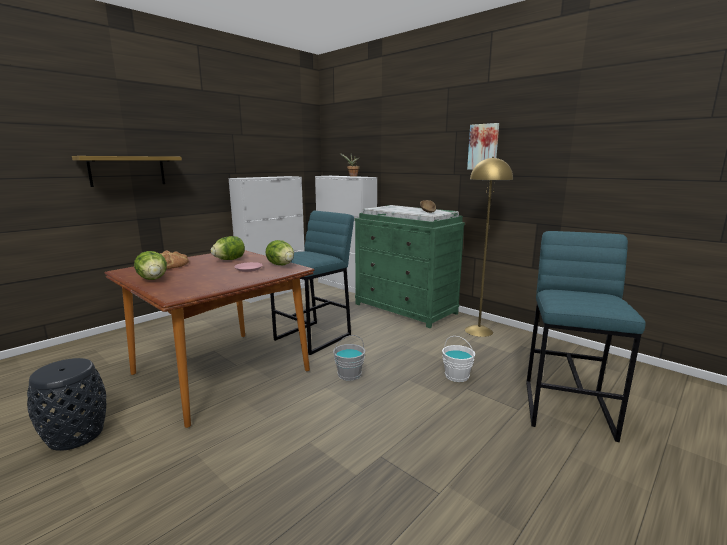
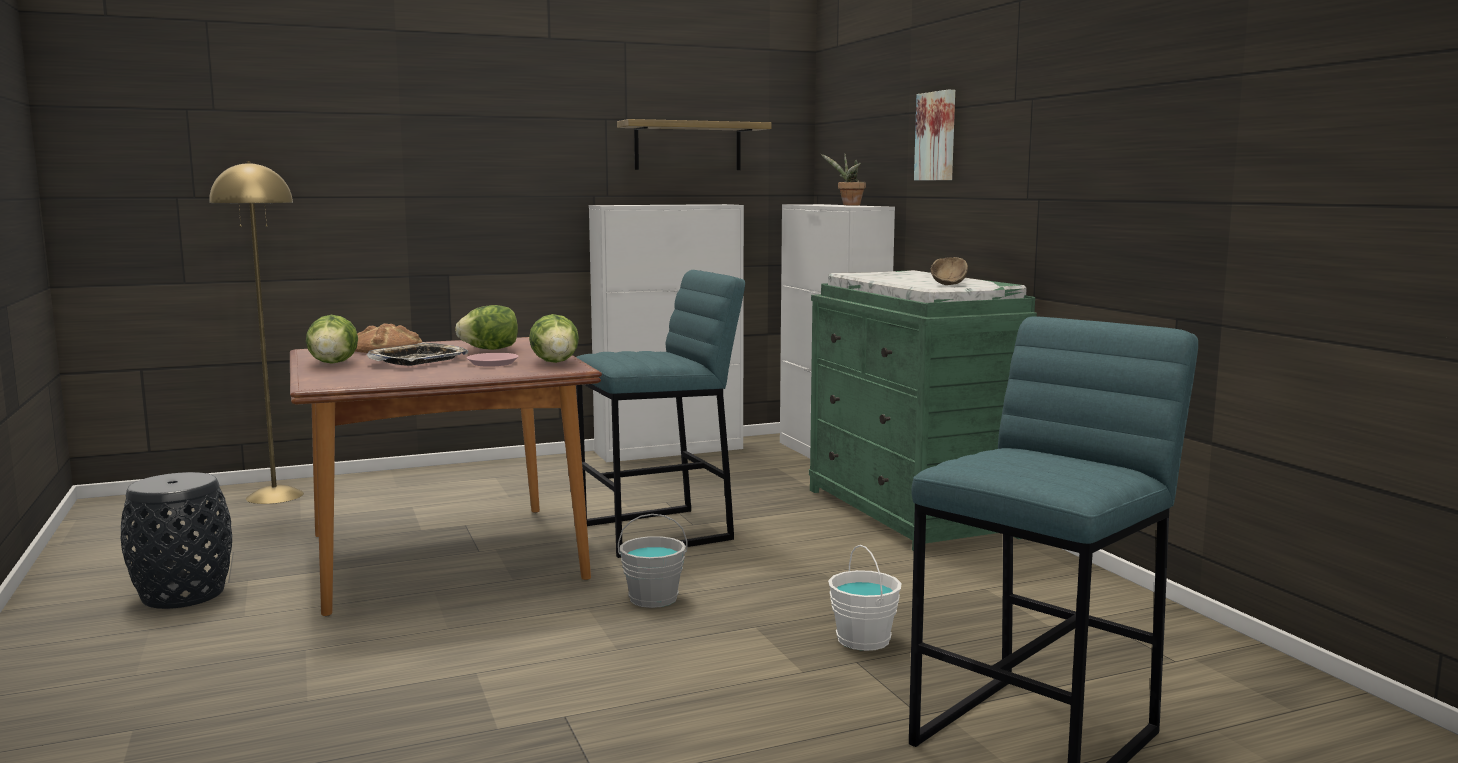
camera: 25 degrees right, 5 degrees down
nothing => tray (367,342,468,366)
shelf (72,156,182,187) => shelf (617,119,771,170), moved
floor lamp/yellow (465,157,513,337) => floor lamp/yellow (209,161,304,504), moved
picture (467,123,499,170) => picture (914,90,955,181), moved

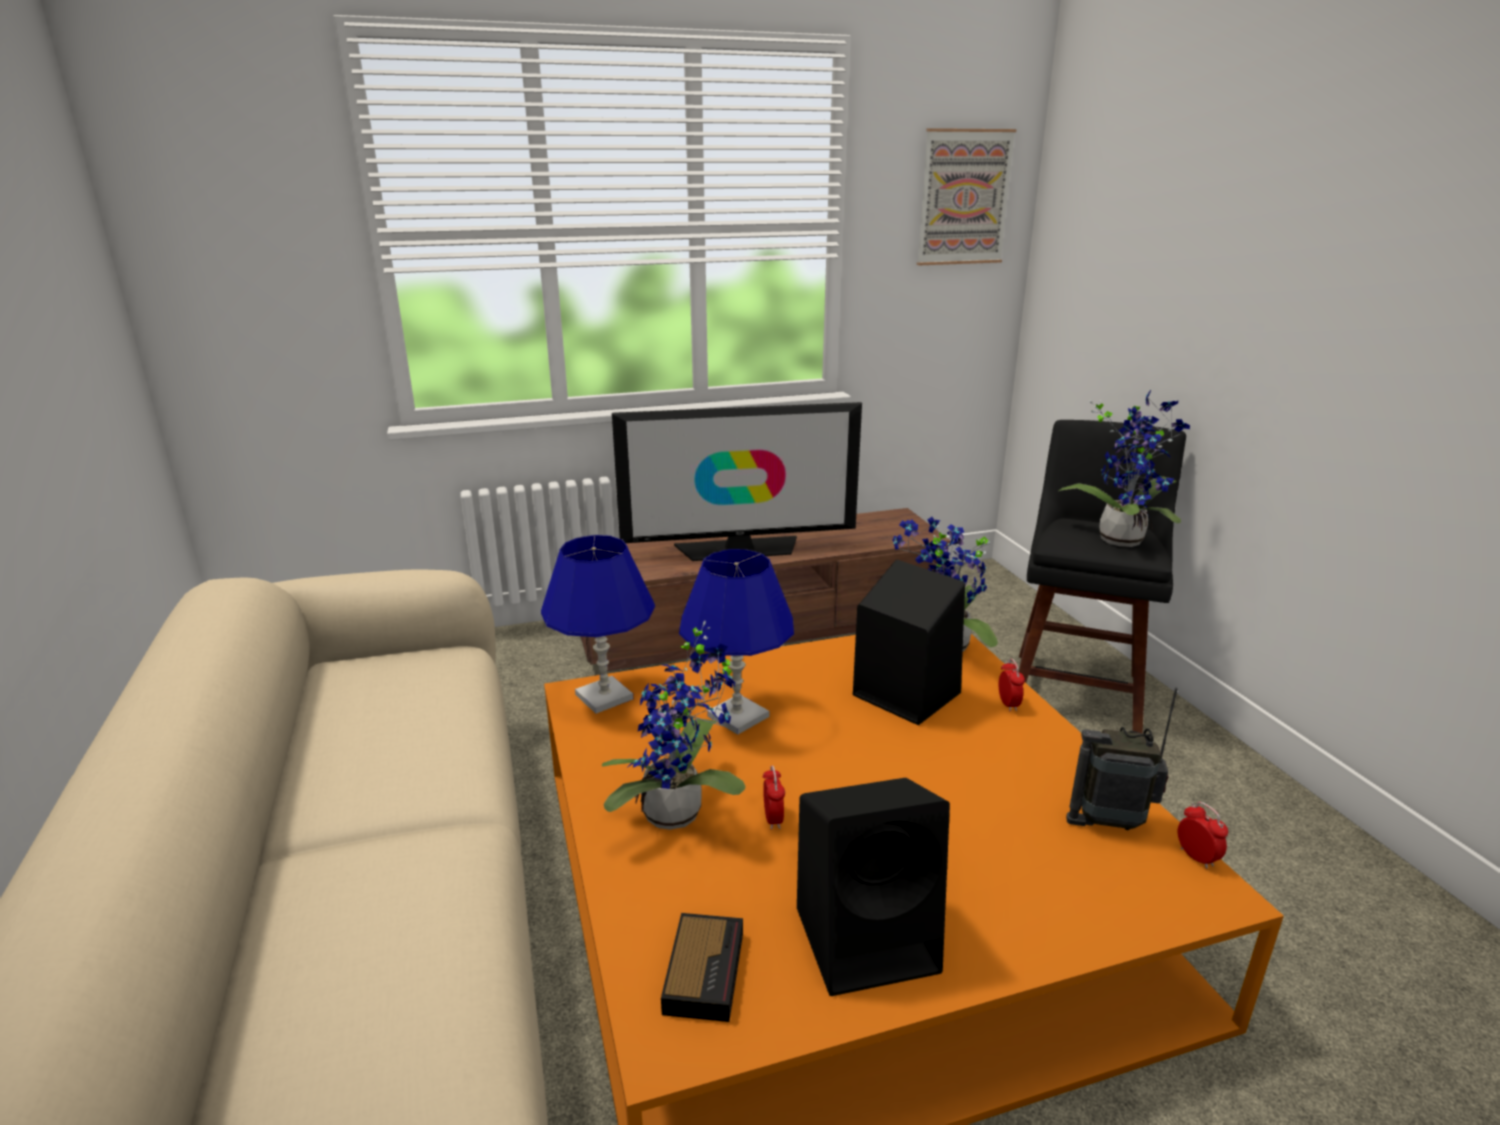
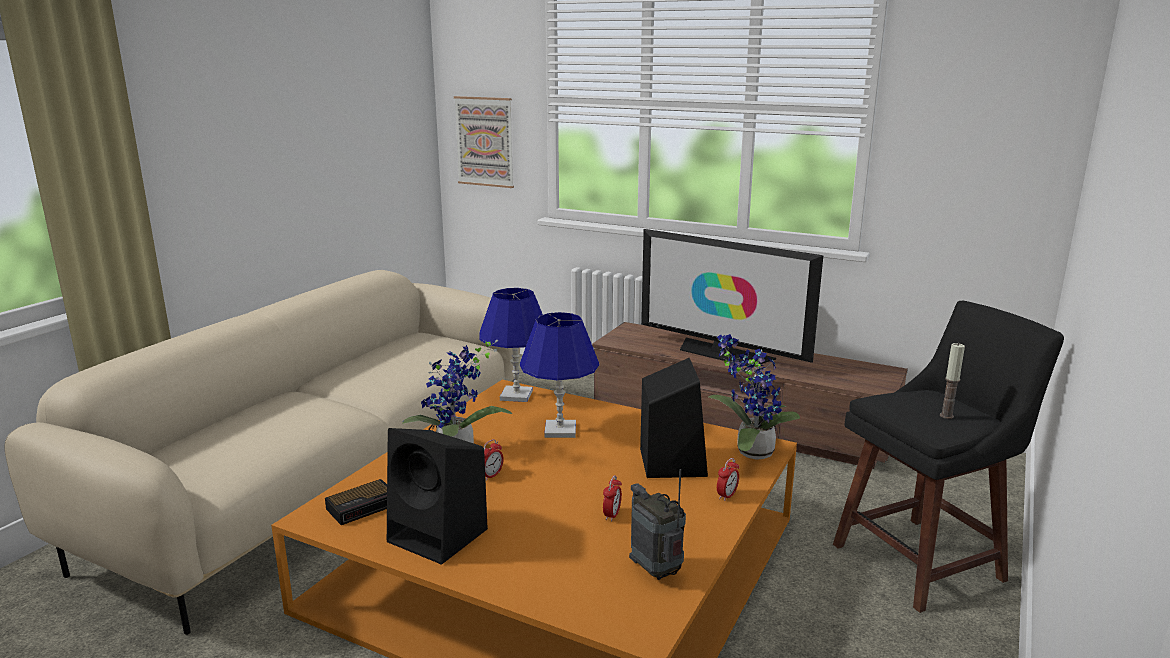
camera: 45 degrees right, 5 degrees down
picture (917,128,1016,265) => picture (454,96,514,188), moved
alarm clock (1178,802,1228,869) => alarm clock (603,475,622,521), moved
potted plant (1058,390,1190,547) => candle (940,343,965,419)

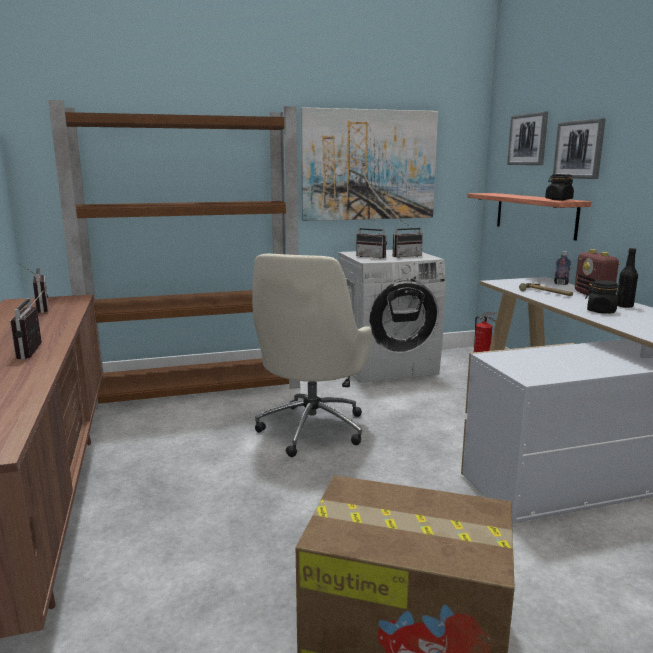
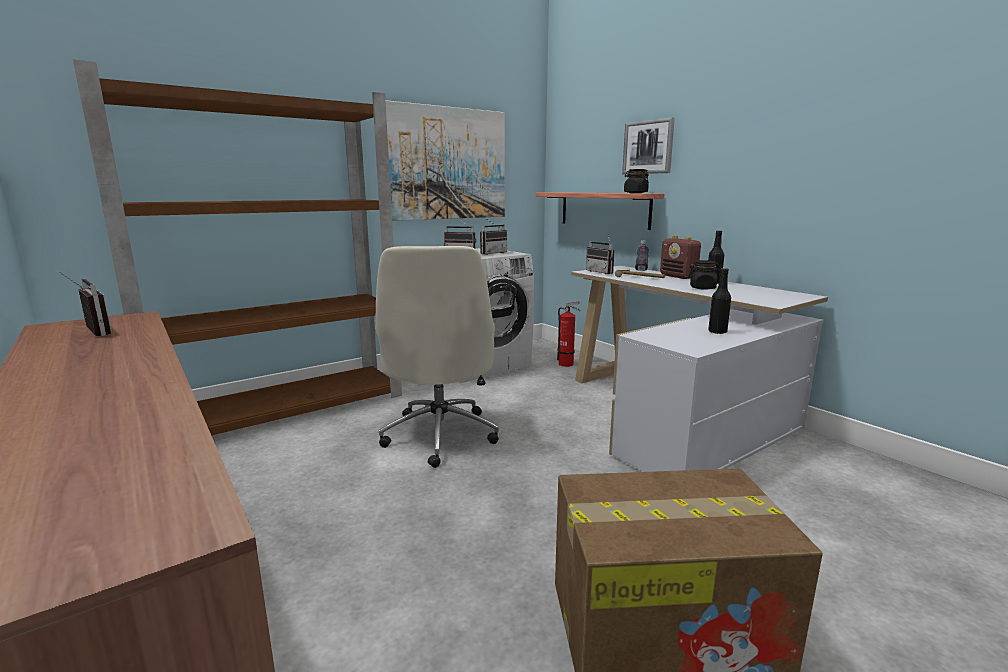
camera: 20 degrees left, 0 degrees up
picture (507,111,548,165) => nothing
nothing => bottle/black (708,268,731,334)
radio (10,288,46,360) => radio (586,235,615,274), moved

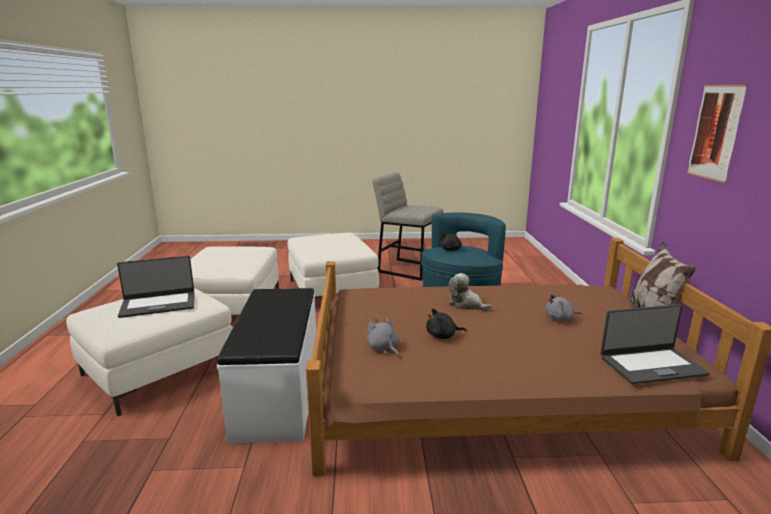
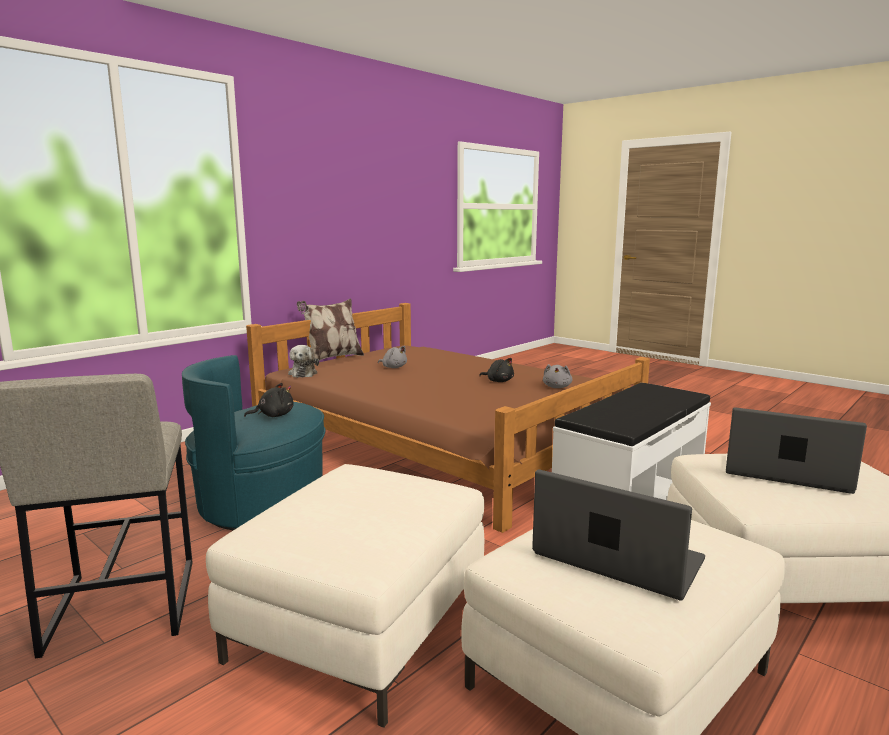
camera: 135 degrees left, 5 degrees down
picture (687,85,748,183) => nothing
plush toy (448,273,492,311) => plush toy (288,345,319,378), moved
laptop (600,304,710,384) => laptop (532,469,705,601), moved

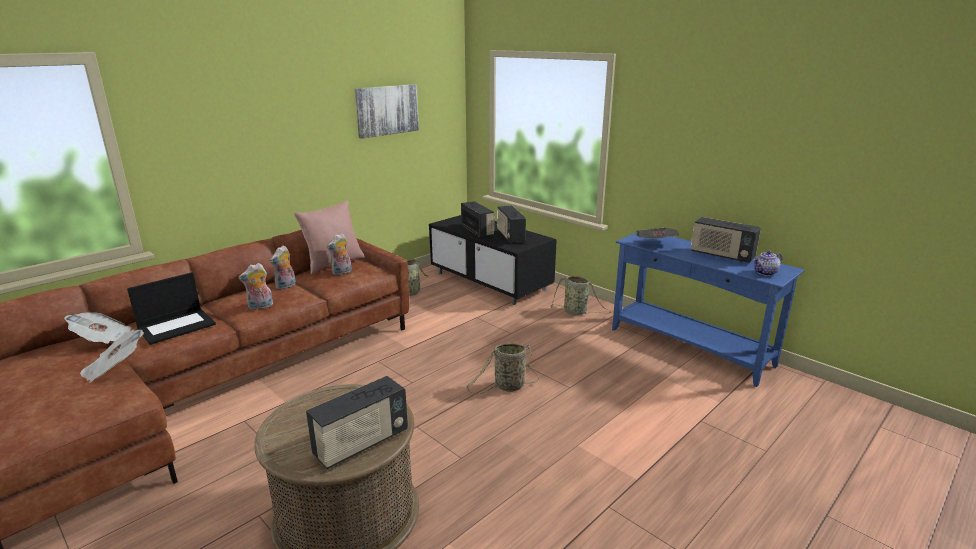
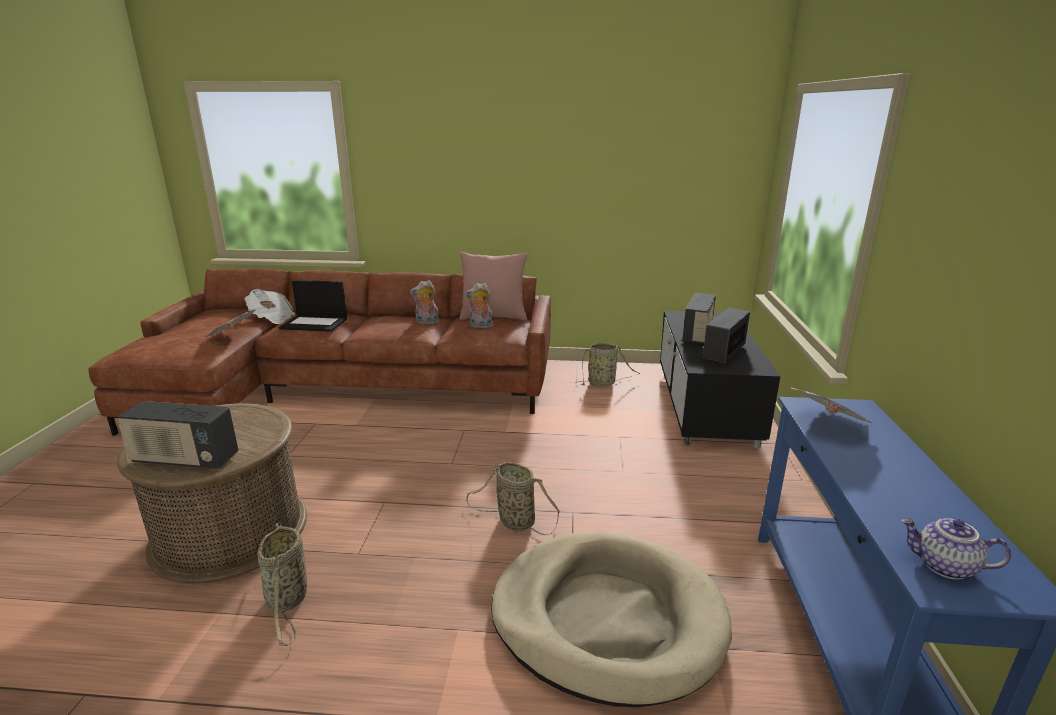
camera: 50 degrees right, 0 degrees up
plush toy (238,263,273,310) => nothing
picture (355,84,419,139) => nothing
radio (691,217,761,263) => nothing
nothing => dog bed/beige (491,531,732,707)
basket (551,276,611,315) => basket (257,523,307,646), moved

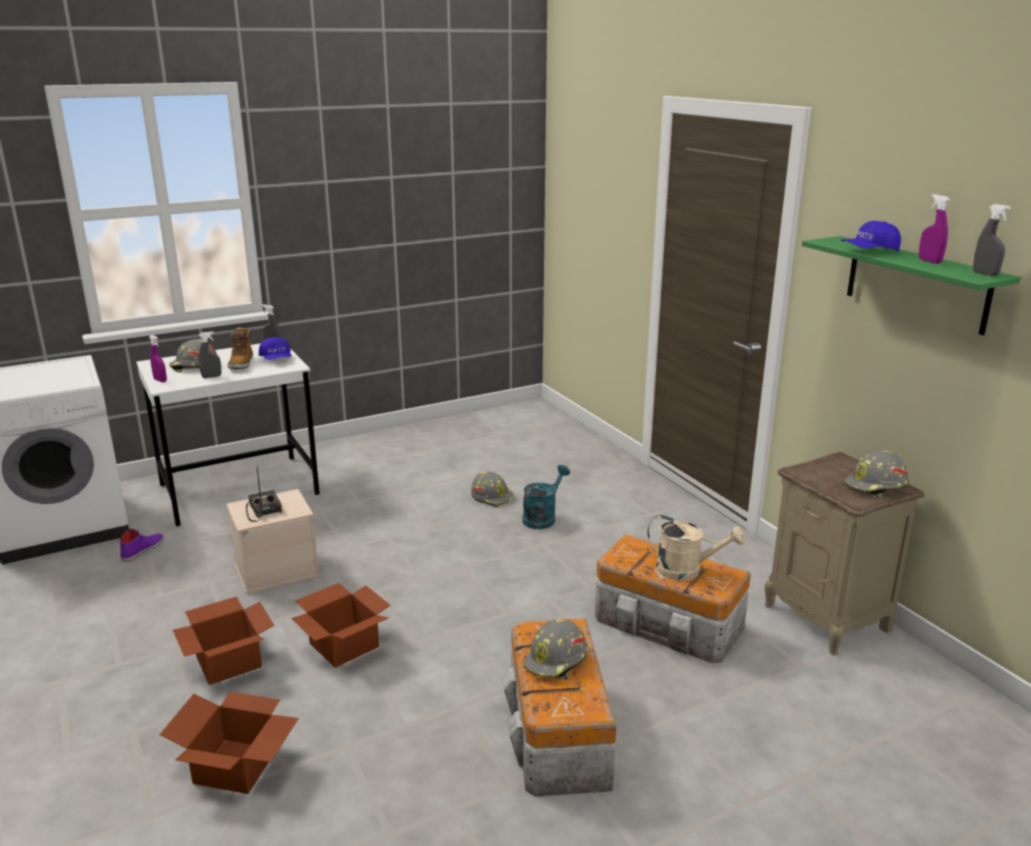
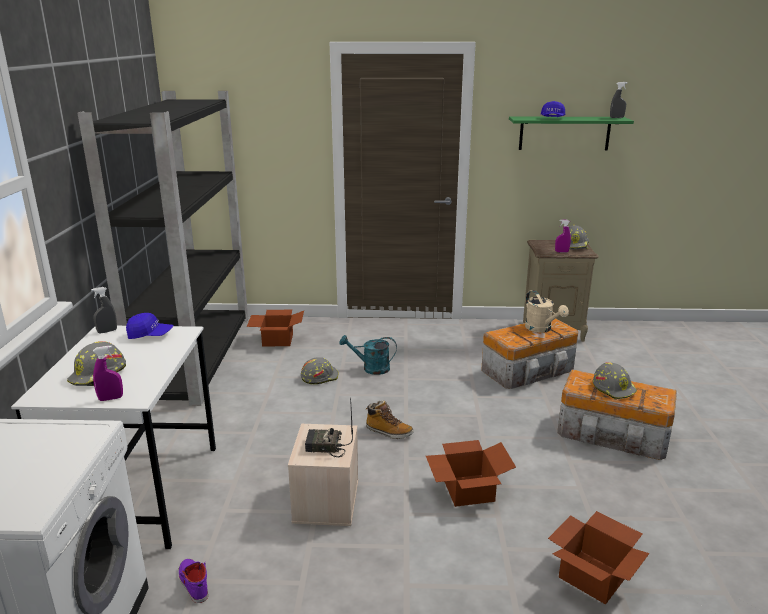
camera: 60 degrees left, 0 degrees up
spray bottle/grey (198,332,221,378) => nothing
nothing => bookcase/black (78,91,248,406)
cardboard box (173,596,274,685) => cardboard box (247,310,304,347), moved
boot (228,327,253,369) => boot (366,400,414,439), moved
spray bottle/purple (919,194,950,264) => spray bottle/purple (555,219,571,252), moved
watering can/turquoise (522,465,570,529) => watering can/turquoise (339,335,397,375), 60 degrees counterclockwise
watering can/beige (647,515,745,581) => watering can/beige (525,290,569,333), 105 degrees clockwise

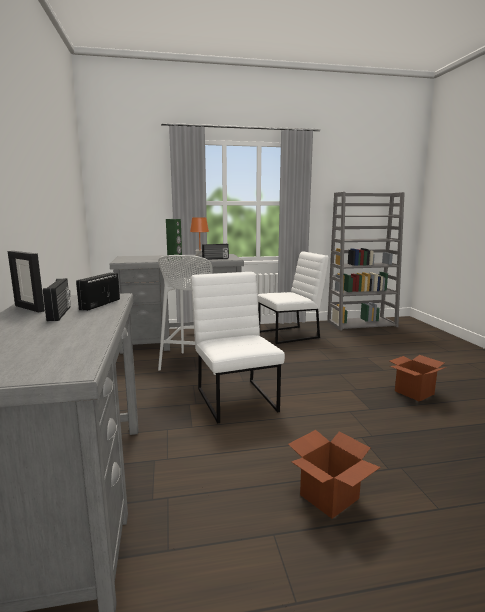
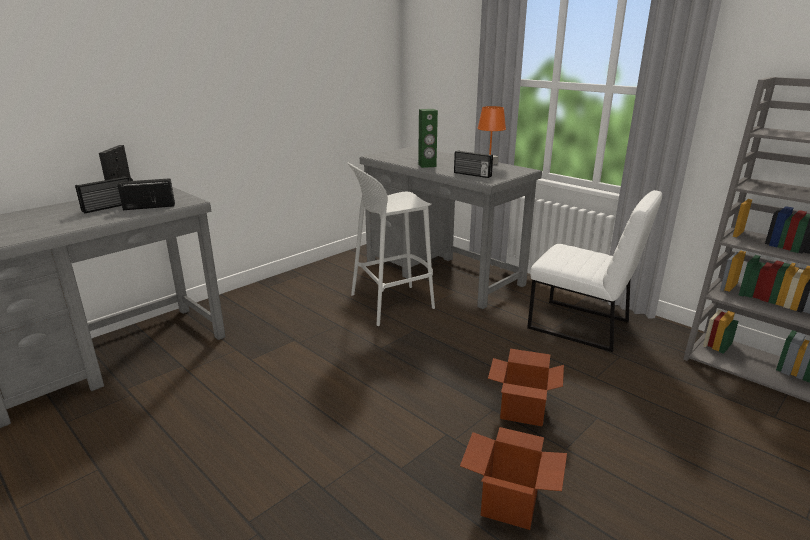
camera: 55 degrees right, 10 degrees up
chair/white (191,272,285,424) => nothing
cardboard box (288,430,381,519) => cardboard box (488,349,564,426), moved

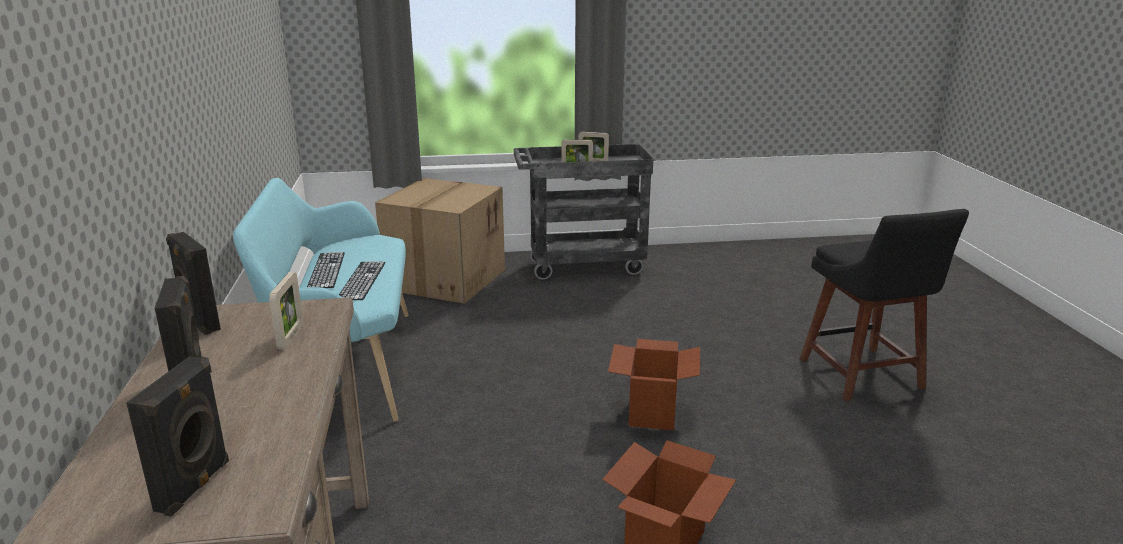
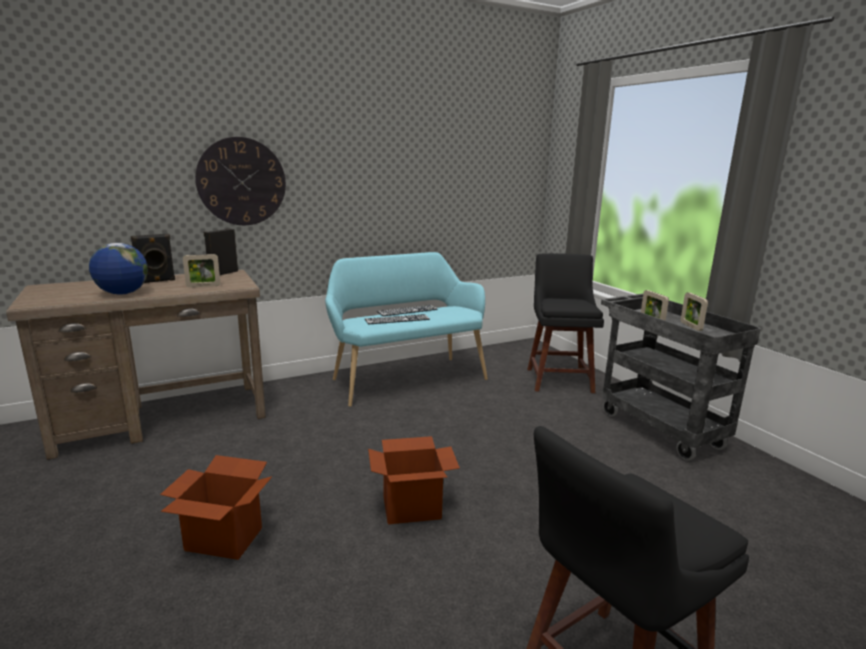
camera: 70 degrees right, 5 degrees down
speaker/black (126,357,229,517) => nothing
nothing => globe (89,243,148,295)
nothing => wall clock (195,137,286,225)
cardboard box (375,178,505,304) => stool/black (527,253,604,393)

